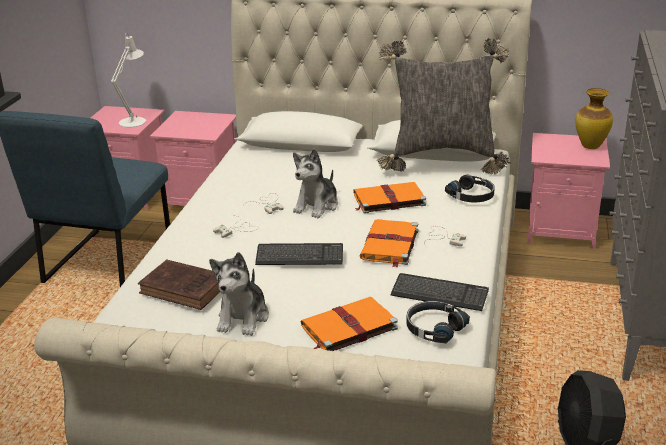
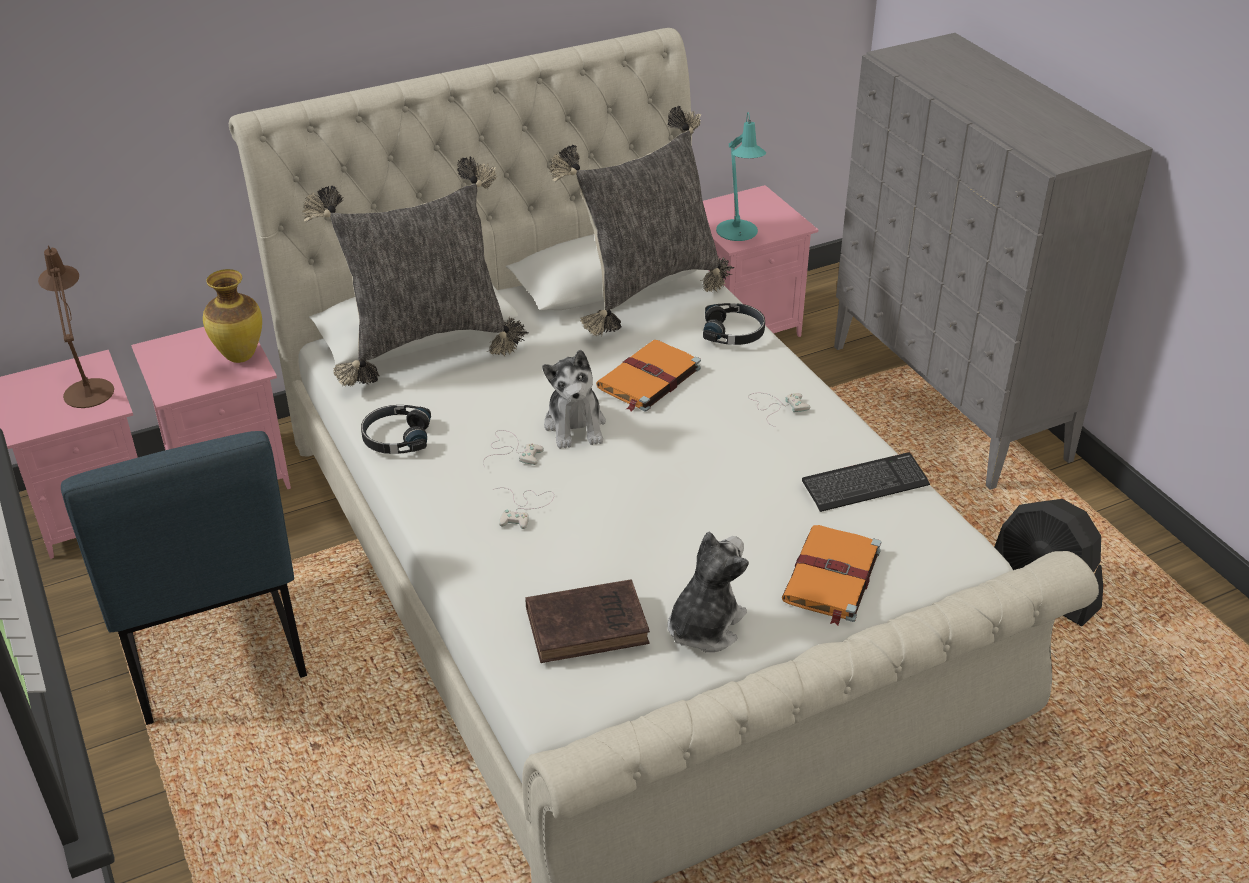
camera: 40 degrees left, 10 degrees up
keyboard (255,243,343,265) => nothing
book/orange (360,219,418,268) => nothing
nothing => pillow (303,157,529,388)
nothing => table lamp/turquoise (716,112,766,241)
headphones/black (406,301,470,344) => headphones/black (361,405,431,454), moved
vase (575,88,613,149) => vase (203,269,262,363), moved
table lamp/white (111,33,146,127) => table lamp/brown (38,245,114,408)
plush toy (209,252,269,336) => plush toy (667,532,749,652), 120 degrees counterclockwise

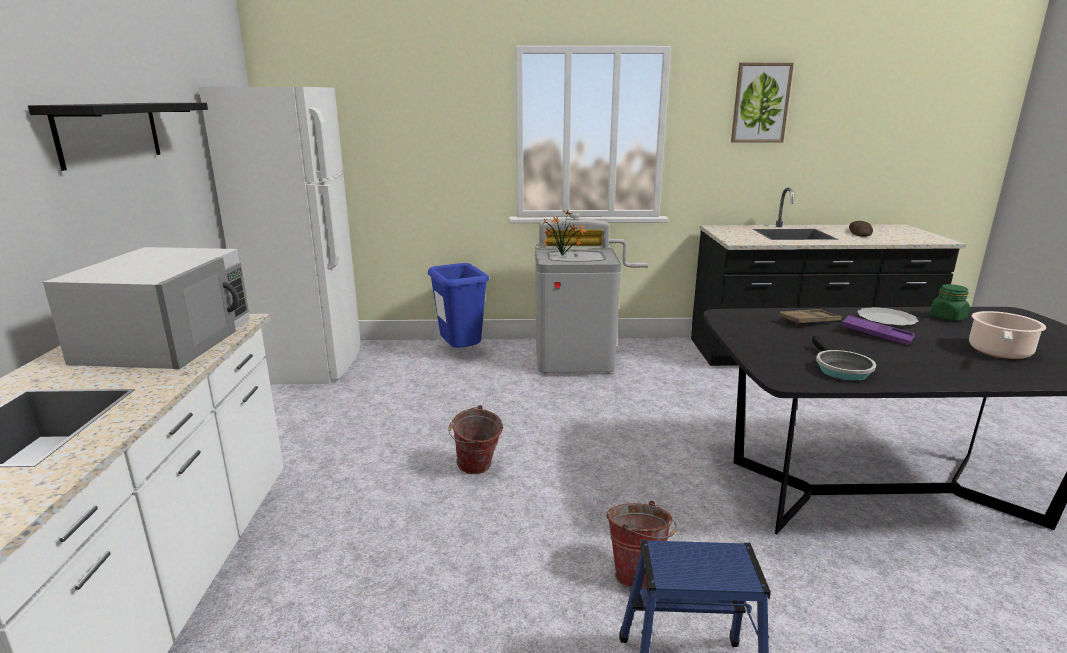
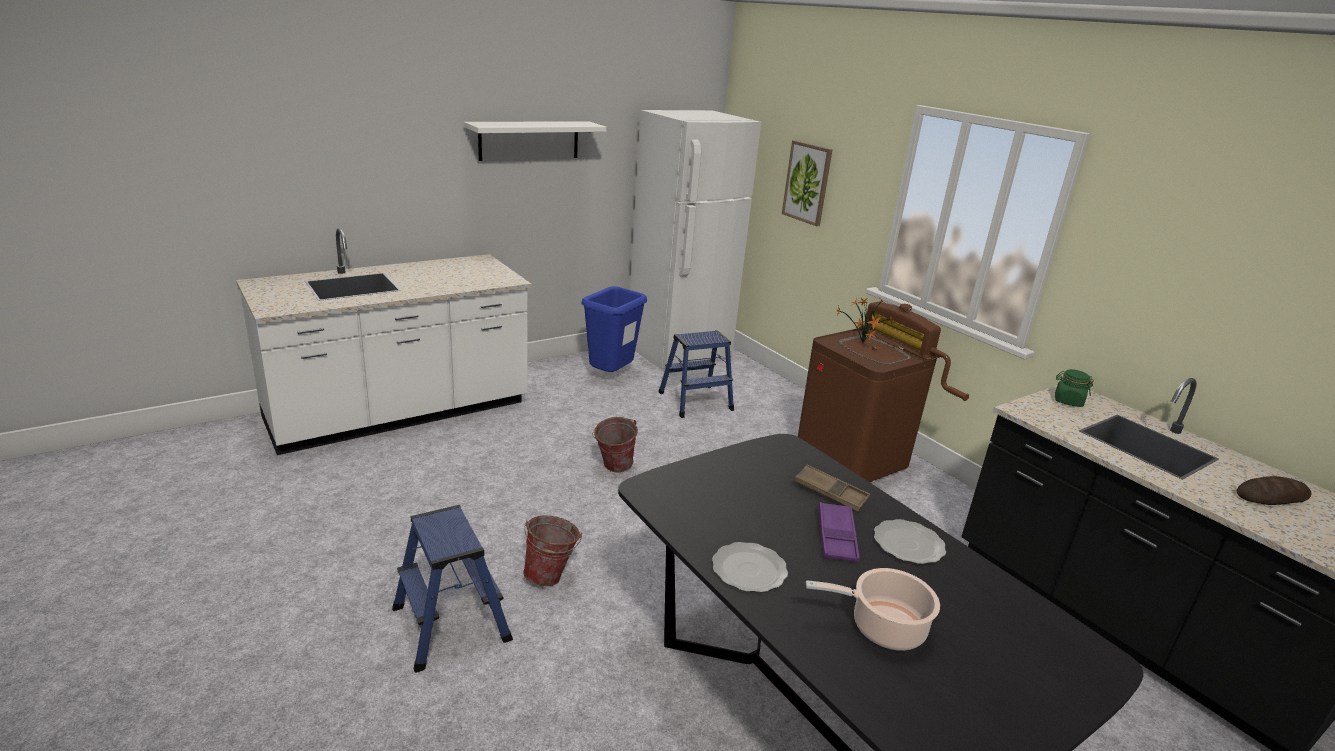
camera: 55 degrees right, 5 degrees up
microwave/white (43,247,249,369) => nothing
frying pan (812,336,876,381) => nothing
nothing => step ladder/blue (658,330,734,418)
nothing => plate (712,542,788,592)
trash can/blue (428,263,489,348) => trash can/blue (582,286,647,372), moved
picture (731,63,794,143) => picture (782,140,832,226), moved
jar/green (930,284,970,321) => jar/green (1055,369,1094,407), moved
shelf/black (28,103,208,171) => shelf/white (464,121,607,161)
washing machine/grey (535,213,648,374) => washing machine/brown (798,302,969,482)

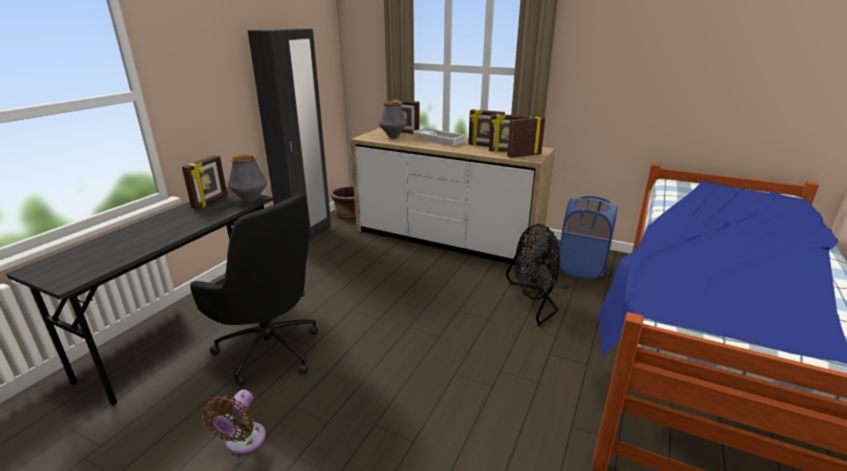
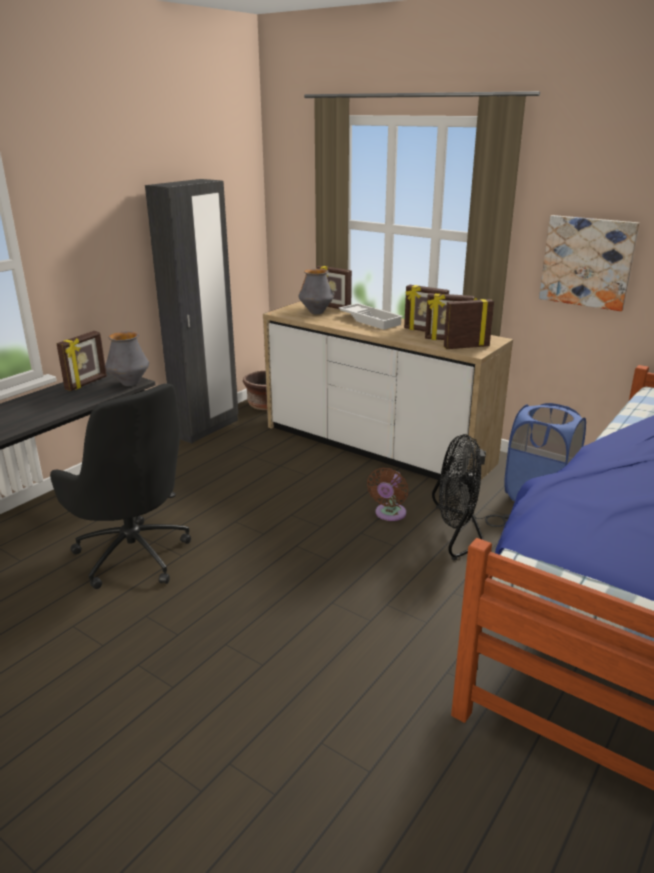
camera: 10 degrees right, 0 degrees up
nothing => picture (539,215,639,311)
fan/brown (202,390,266,455) => fan/brown (367,467,408,521), moved

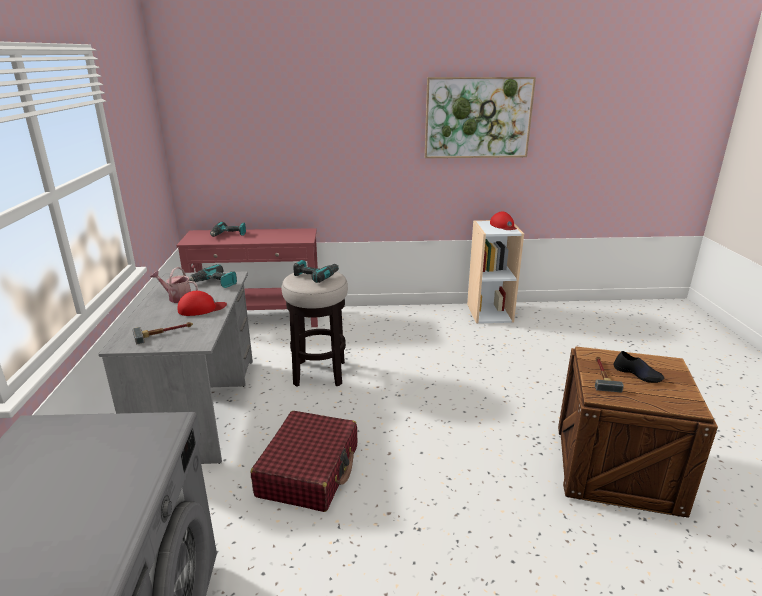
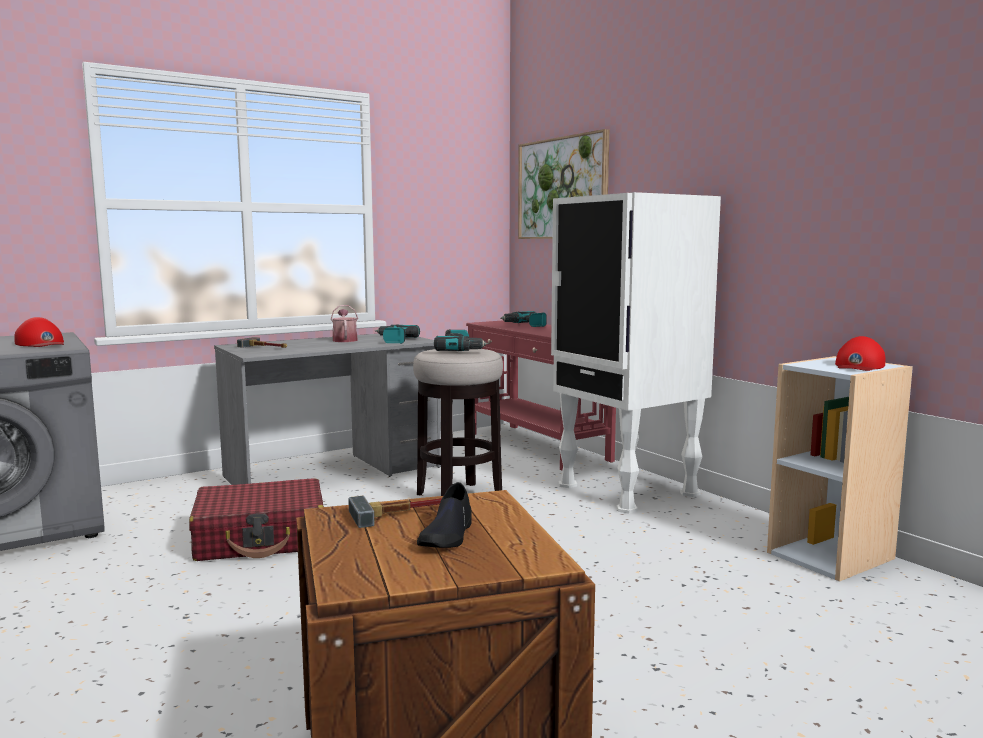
camera: 60 degrees right, 15 degrees down
nothing => cabinet/white (551,192,721,513)
cap/red (178,291,227,316) => cap/red (14,317,64,347), moved
picture (425,77,536,158) => picture (518,129,609,239), moved

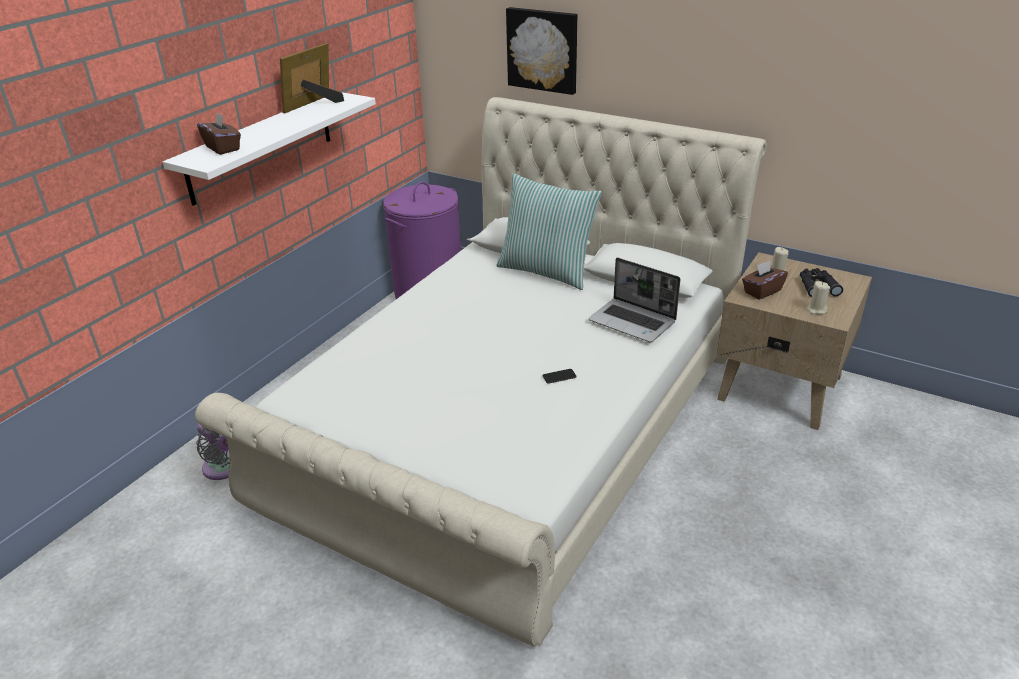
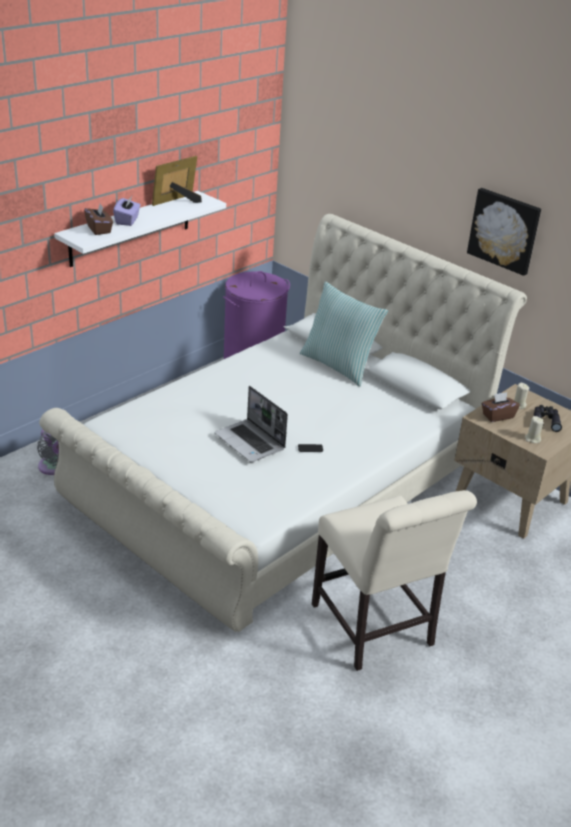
camera: 10 degrees right, 0 degrees up
nothing => tissue box/purple (113,196,141,226)
nothing => chair/beige (312,490,477,671)
picture (506,7,577,95) => picture (467,188,541,276), moved
laptop (588,258,681,343) => laptop (215,386,288,463), moved

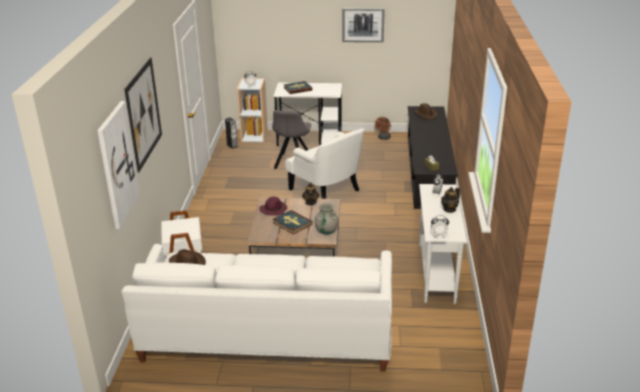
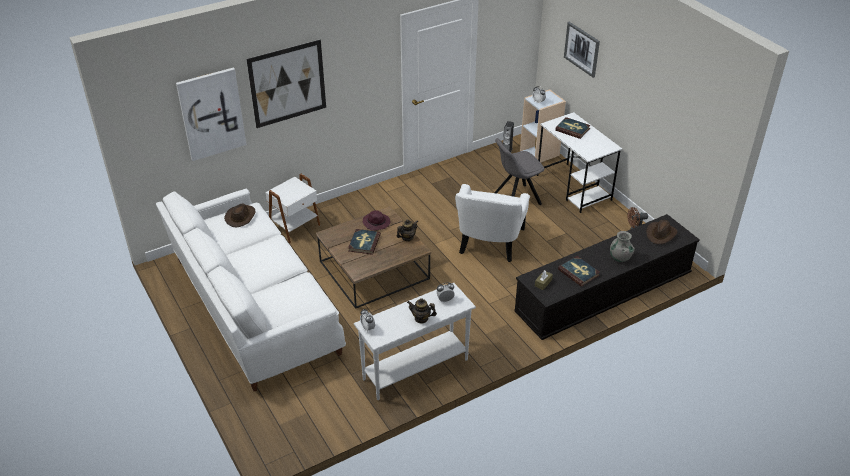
camera: 55 degrees right, 10 degrees up
nothing => book (558,256,600,287)
vase/grey (315,203,339,235) => vase/grey (610,231,635,262), moved
picture (342,8,385,42) => picture (564,22,600,78), moved

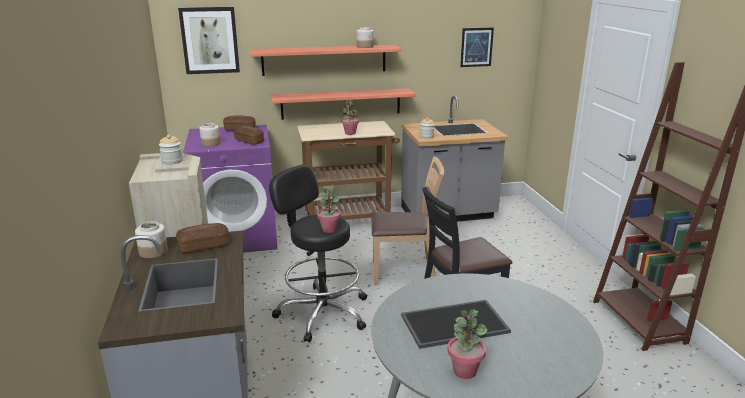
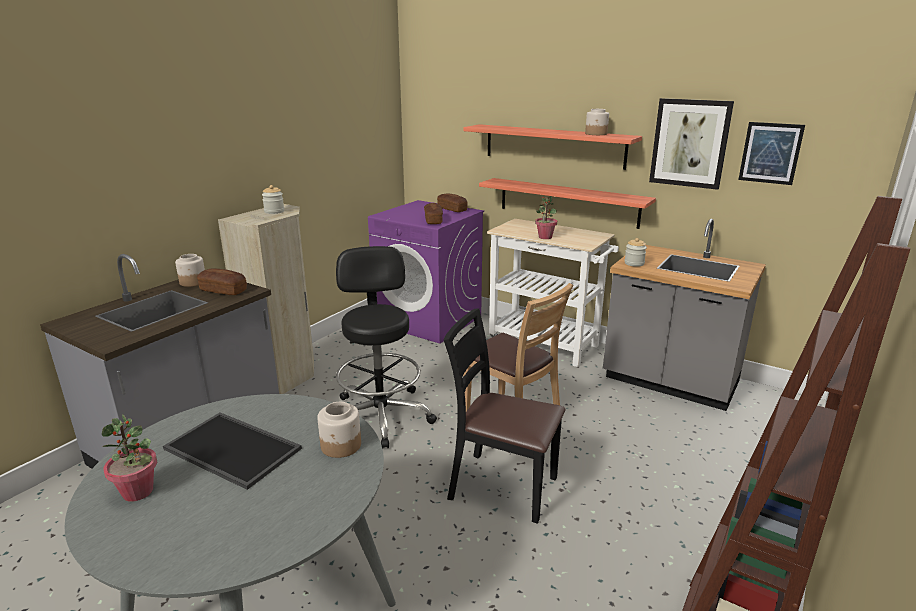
camera: 45 degrees right, 0 degrees up
potted plant (317,188,341,233) => nothing
picture (178,7,240,74) => picture (649,98,734,190), moved
jar (199,123,220,147) => jar (317,402,361,458), moved
cart/brown (297,121,400,220) => cart/white (487,219,619,367)

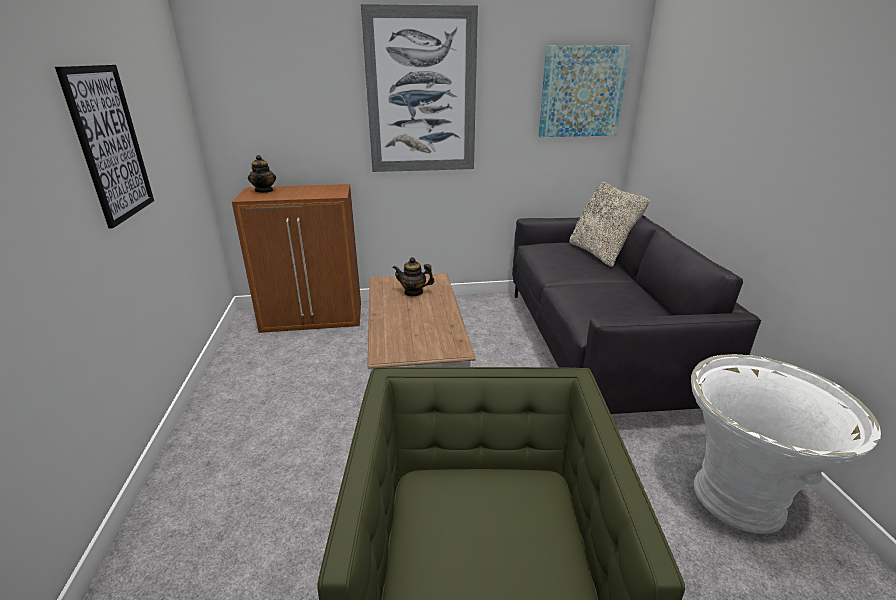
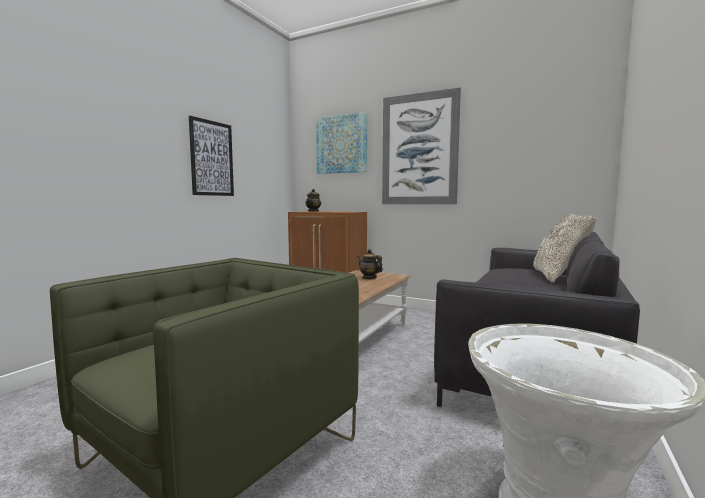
camera: 35 degrees right, 20 degrees down
picture (539,46,630,137) => picture (316,112,367,174), moved

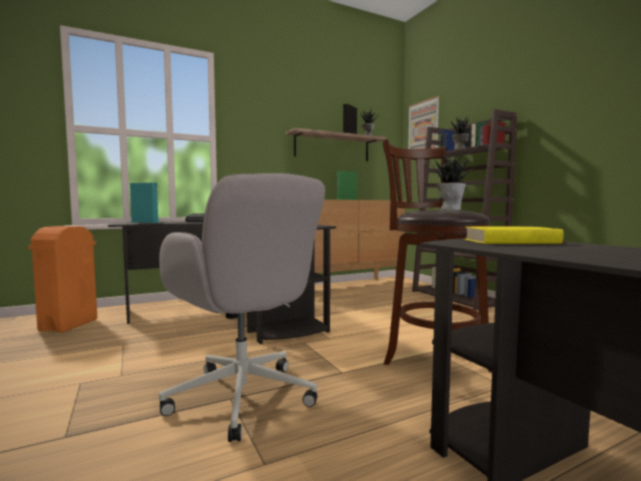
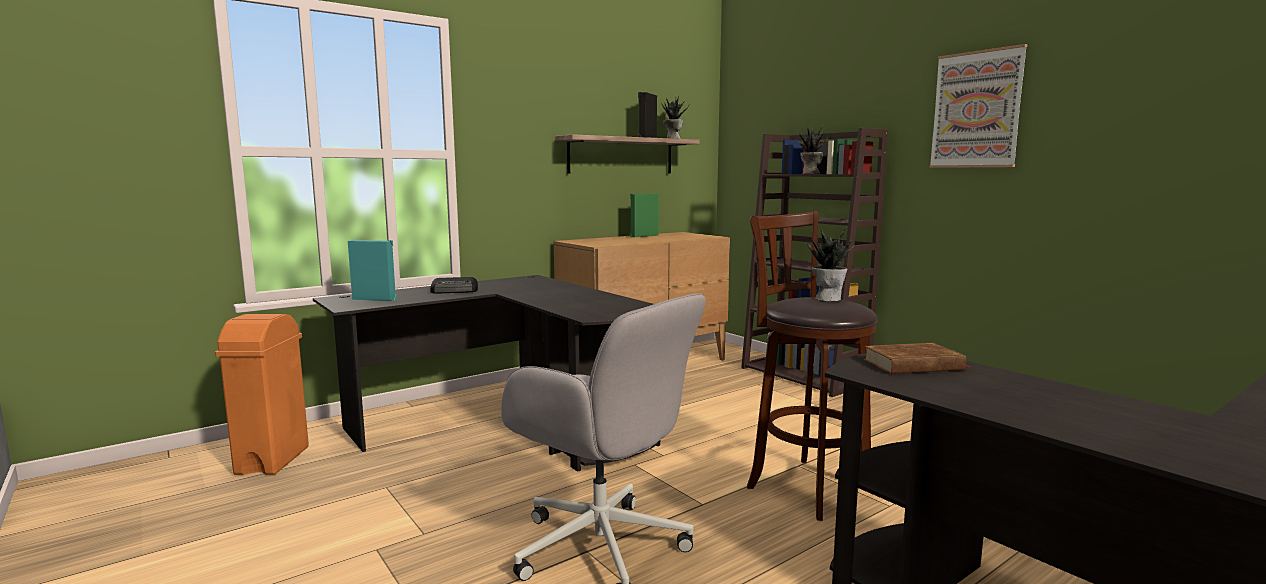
camera: 10 degrees left, 5 degrees up
picture (408,96,440,161) => picture (929,44,1027,168), moved
book/yellow (464,227,564,244) => book/brown (863,343,971,374)

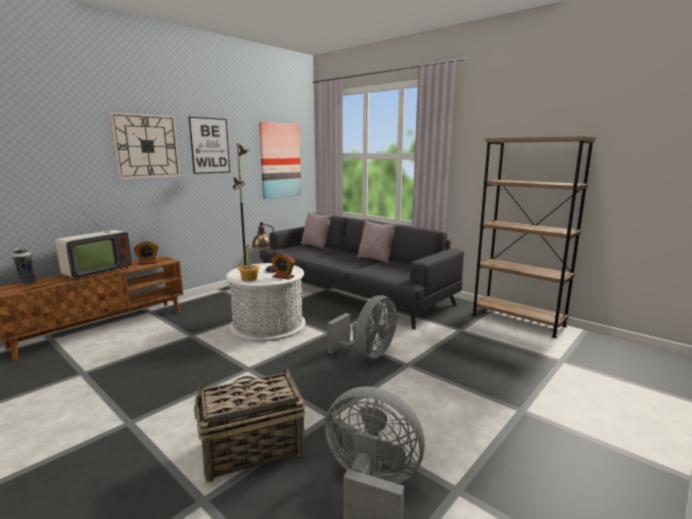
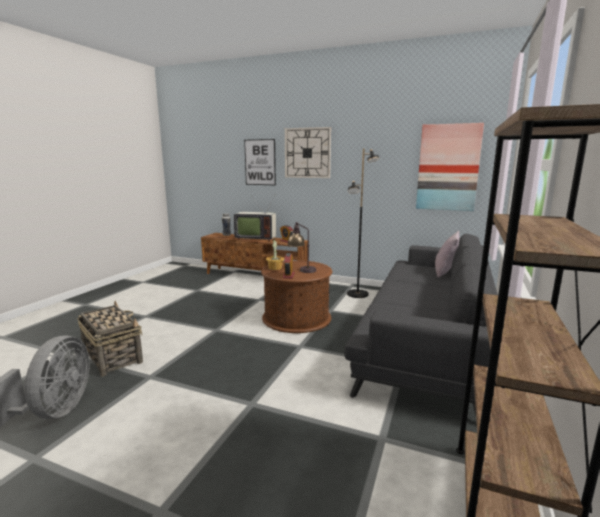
camera: 70 degrees right, 0 degrees up
fan/grey (327,295,397,358) => nothing
pillow/purple (356,220,397,263) => nothing
picture (189,117,230,174) => picture (244,139,276,185), moved
coffee table/white (226,263,306,341) => coffee table/brown (261,260,332,333)

